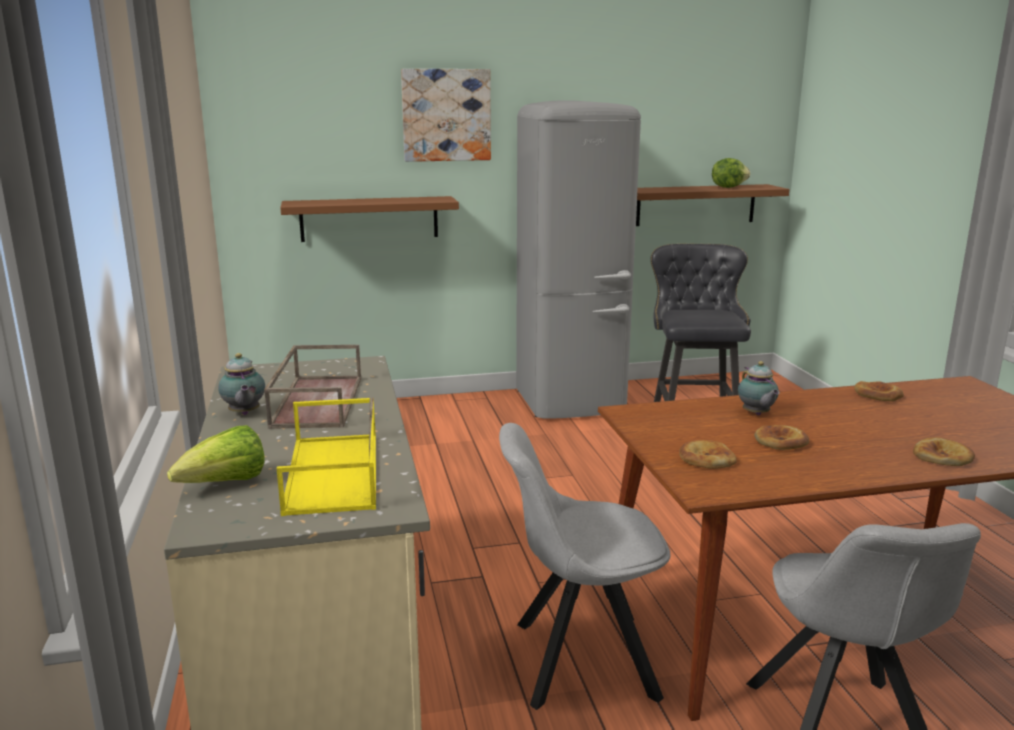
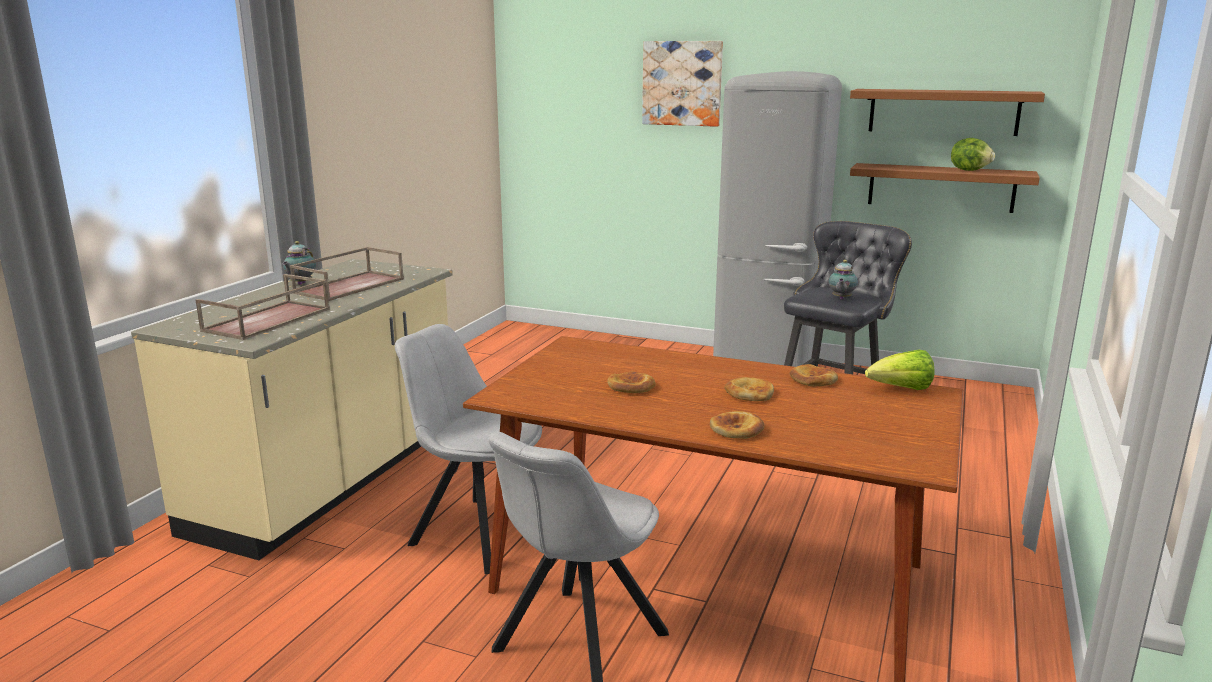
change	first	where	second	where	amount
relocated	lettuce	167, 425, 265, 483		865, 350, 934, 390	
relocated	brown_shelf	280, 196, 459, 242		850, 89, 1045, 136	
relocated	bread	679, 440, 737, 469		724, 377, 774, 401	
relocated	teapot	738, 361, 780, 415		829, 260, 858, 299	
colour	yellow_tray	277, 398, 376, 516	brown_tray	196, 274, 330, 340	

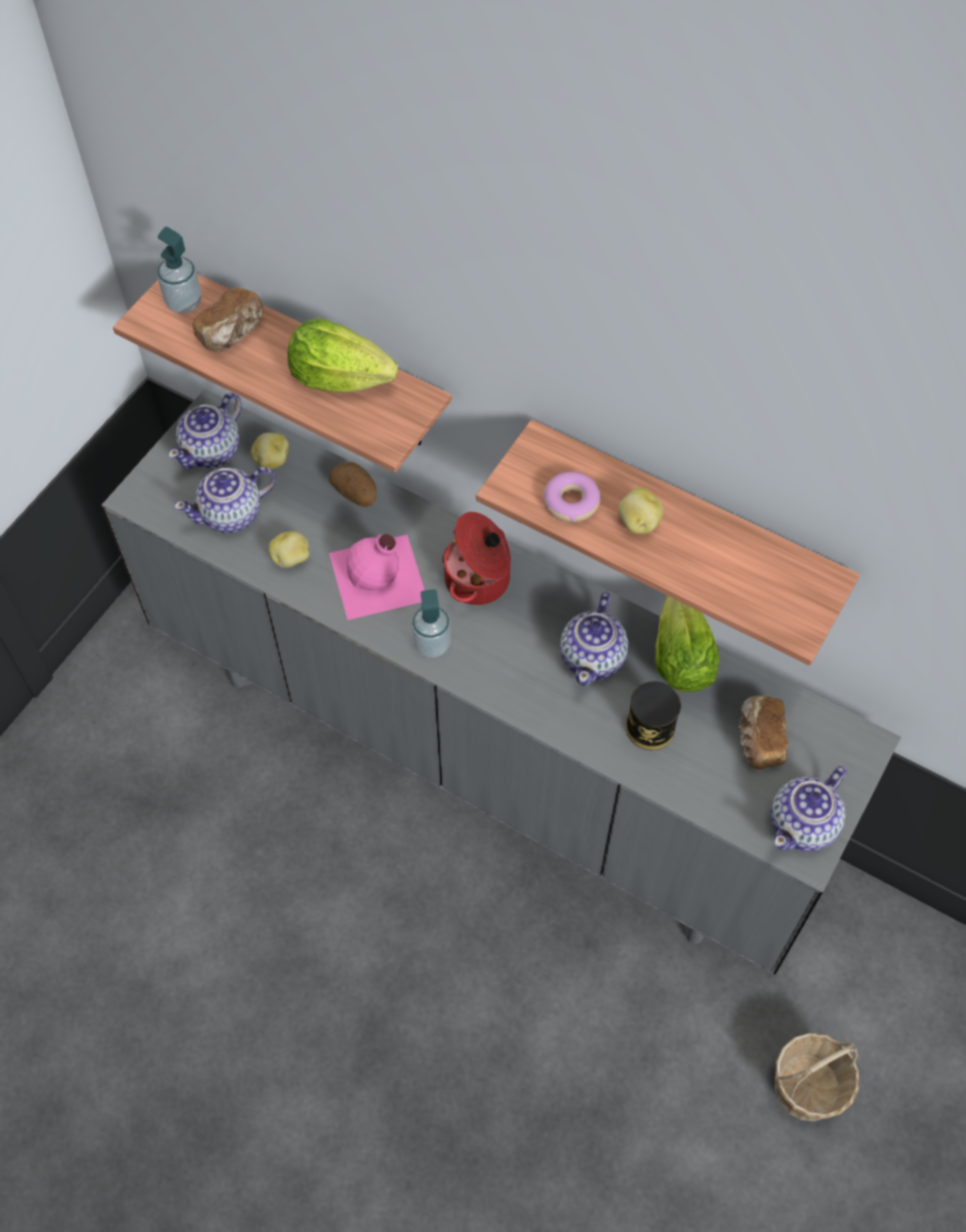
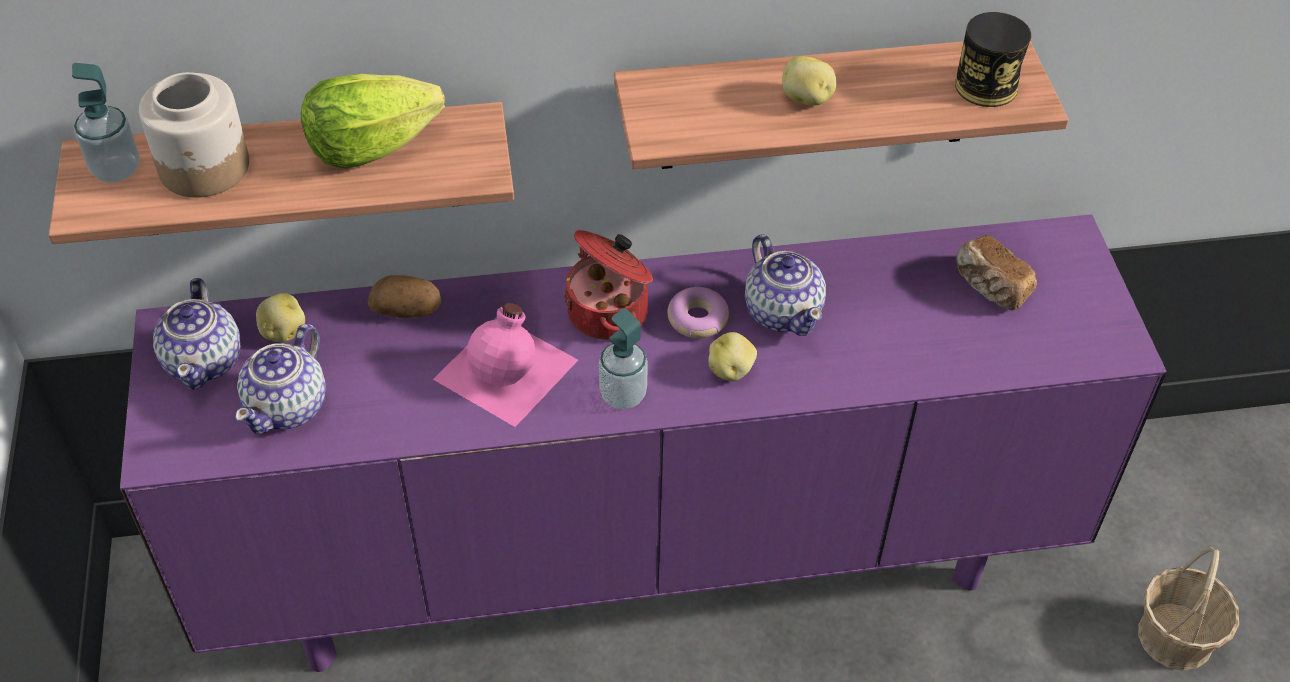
change	first	where	second	where	amount
missing	lettuce	655, 596, 719, 692			
missing	teapot	771, 766, 847, 851			
relocated	potato	269, 531, 310, 568		708, 332, 757, 381	
relocated	donut	543, 472, 601, 522		667, 287, 729, 339	
relocated	can	626, 681, 681, 750		955, 12, 1031, 107	
exchanged	bread	193, 288, 264, 352	jar	139, 72, 249, 198	
colour	grey_cabinet	102, 389, 901, 975	purple_cabinet	120, 214, 1167, 672	

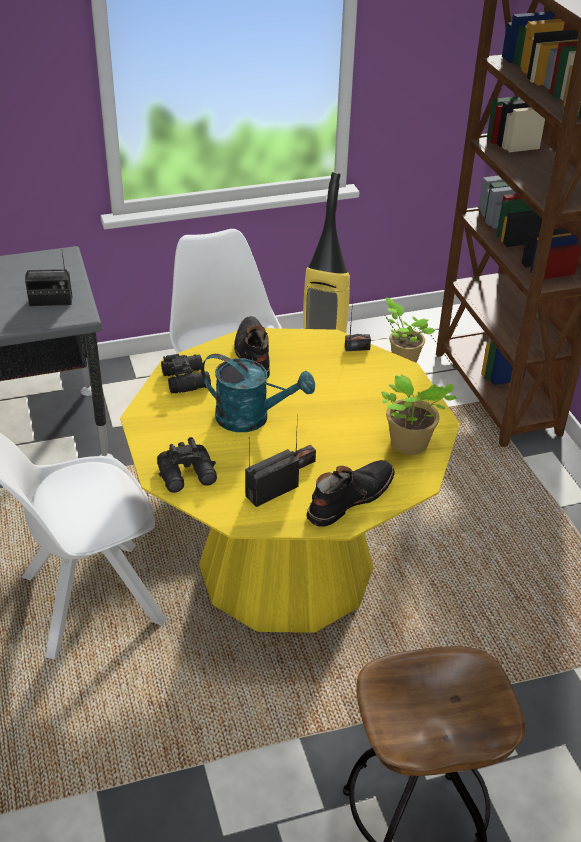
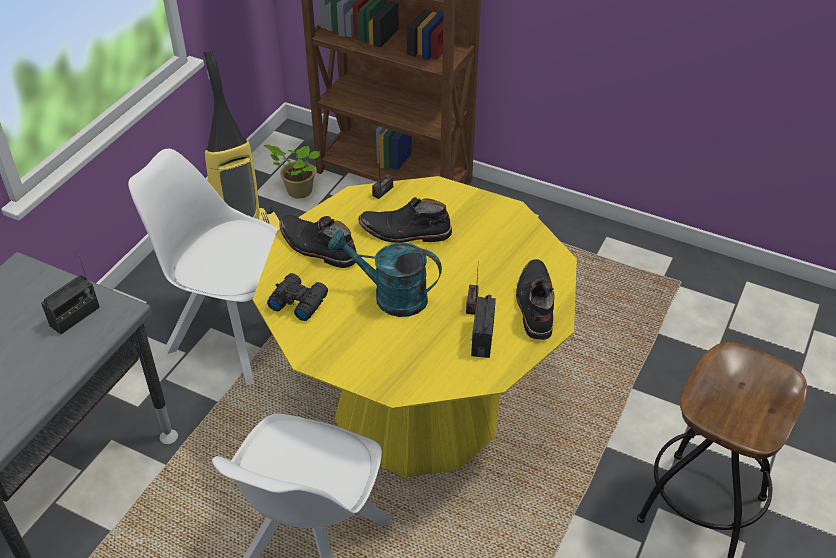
change	first	where	second	where	amount
missing	black_binoculars	157, 437, 217, 493			
missing	potted_plant	381, 374, 457, 455			
appeared			black_boot	358, 197, 452, 243	
spun	turquoise_watering_can	201, 354, 315, 432		328, 230, 442, 317	135 degrees counterclockwise

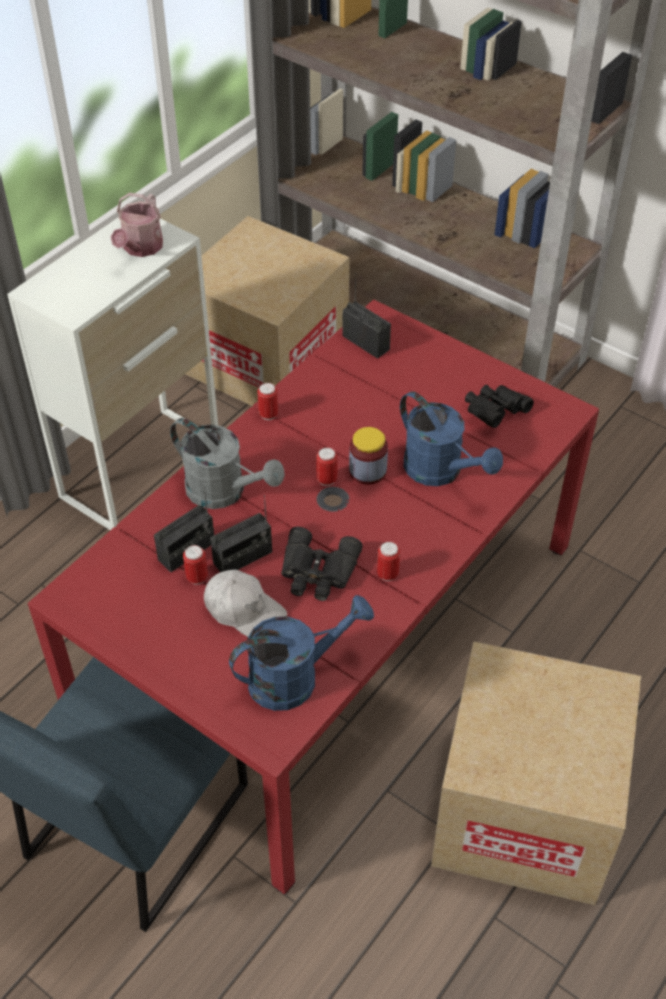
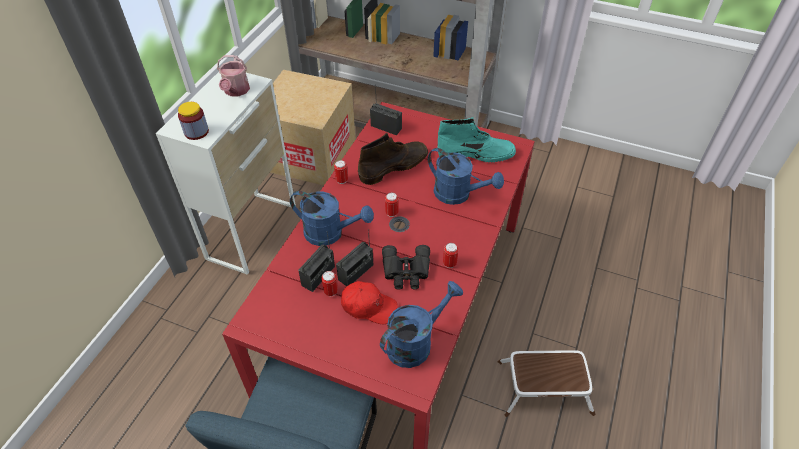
change	first	where	second	where	amount
appeared			brown_boot	358, 133, 428, 185	
relocated	jar	349, 427, 388, 485		178, 102, 209, 140	
exchanged	cardboard_box	431, 641, 641, 905	brown_step_ladder	497, 350, 595, 417	
exchanged	black_binoculars	465, 385, 534, 428	turquoise_boot	437, 117, 516, 163	
colour	grey_watering_can	170, 418, 285, 509	blue_watering_can	290, 191, 374, 246	
colour	white_cap	204, 570, 287, 637	red_cap	341, 281, 398, 324	

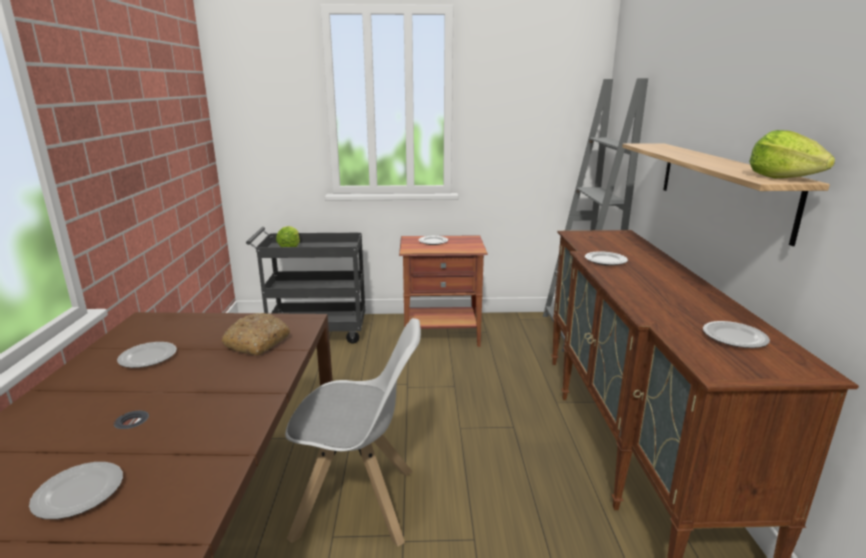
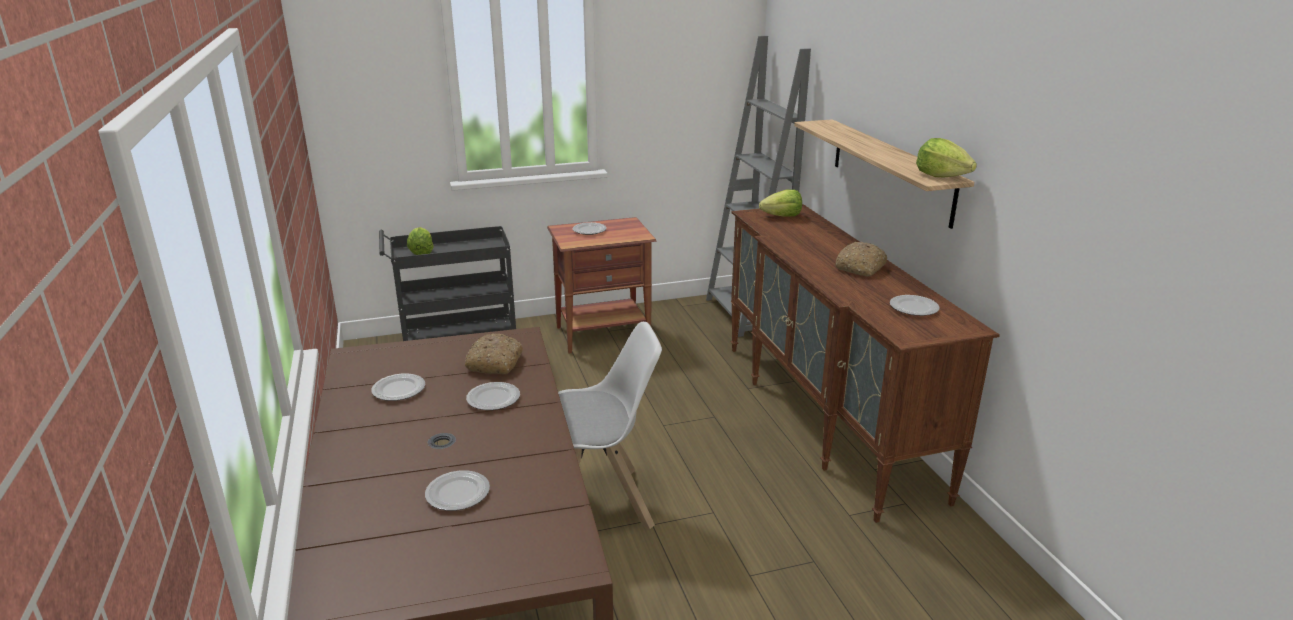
change	first	where	second	where	amount
appeared			lettuce	759, 189, 802, 217	
appeared			bread	835, 242, 887, 276	
relocated	plate	585, 251, 628, 266		466, 382, 520, 410	

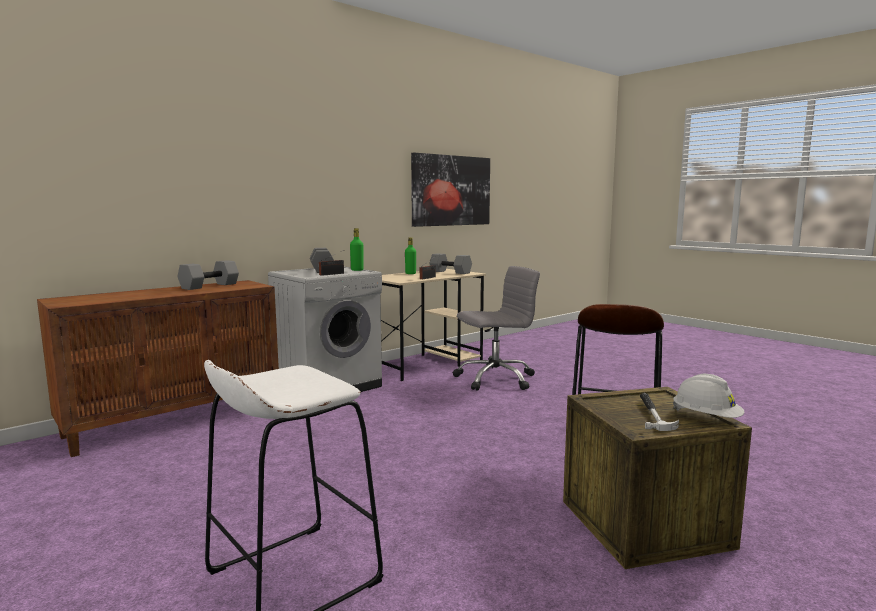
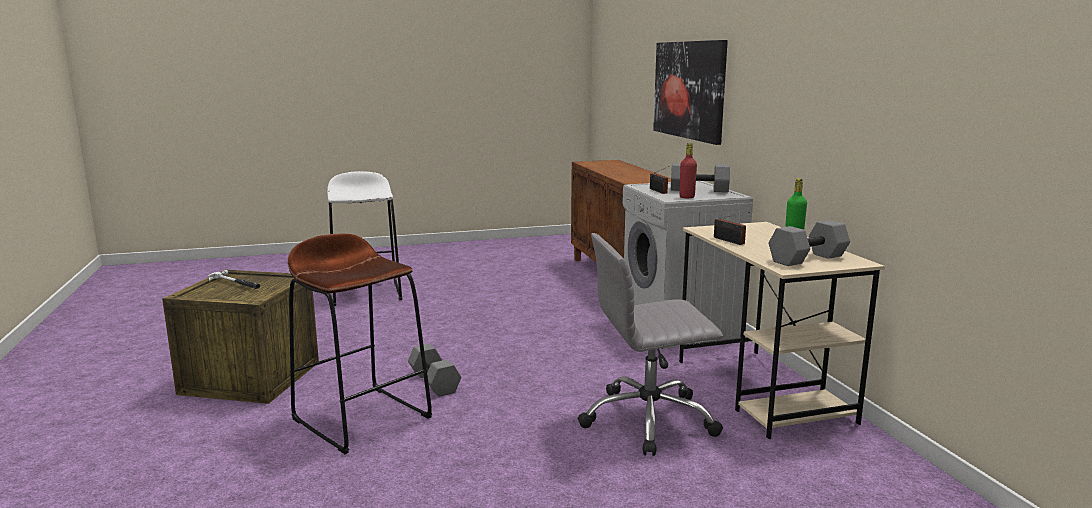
change	first	where	second	where	amount
missing	white_hard_hat	673, 374, 745, 418			
relocated	grey_dumbbell	177, 260, 239, 290		408, 343, 461, 397	
relocated	picture	411, 153, 490, 227		653, 40, 728, 145	
colour	green_bottle	350, 228, 364, 271	red_bottle	679, 143, 697, 198	
spun	grey_office_chair	453, 266, 540, 391		577, 233, 723, 456	75 degrees clockwise

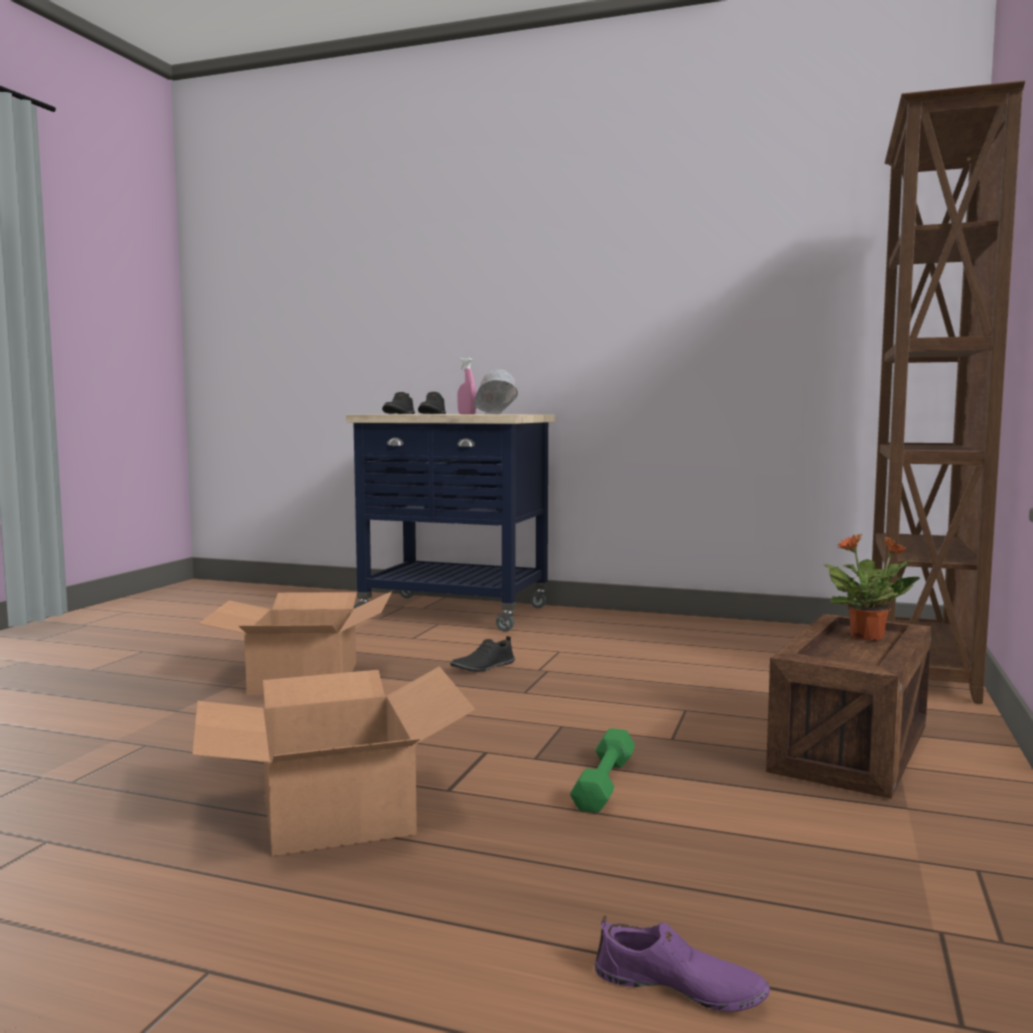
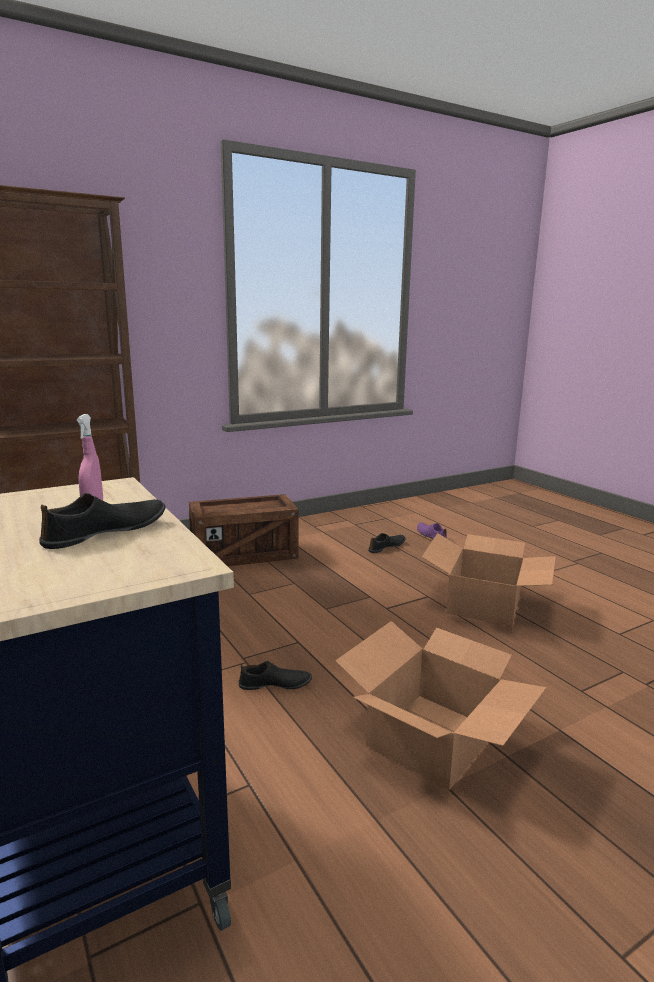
change	first	where	second	where	amount
missing	white_hard_hat	474, 369, 518, 414			
missing	green_dumbbell	570, 728, 635, 813			
missing	potted_plant	824, 533, 920, 641			
relocated	black_shoe	382, 392, 415, 414		368, 533, 406, 553	

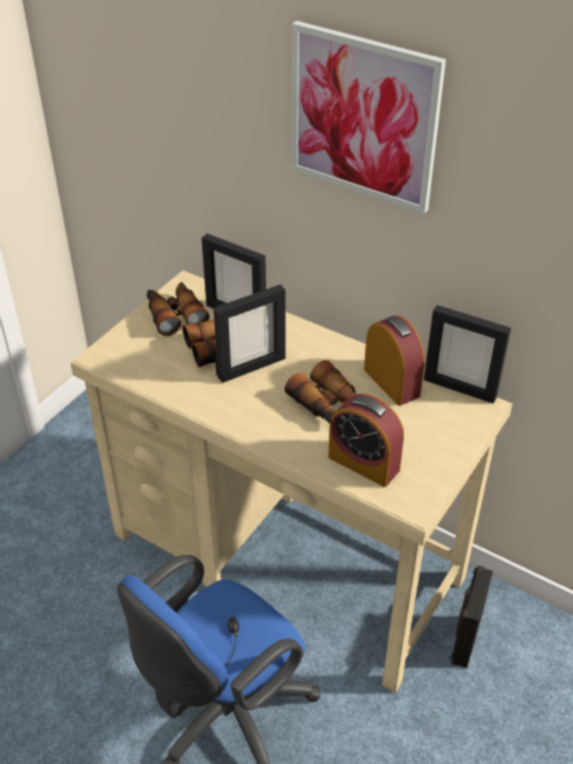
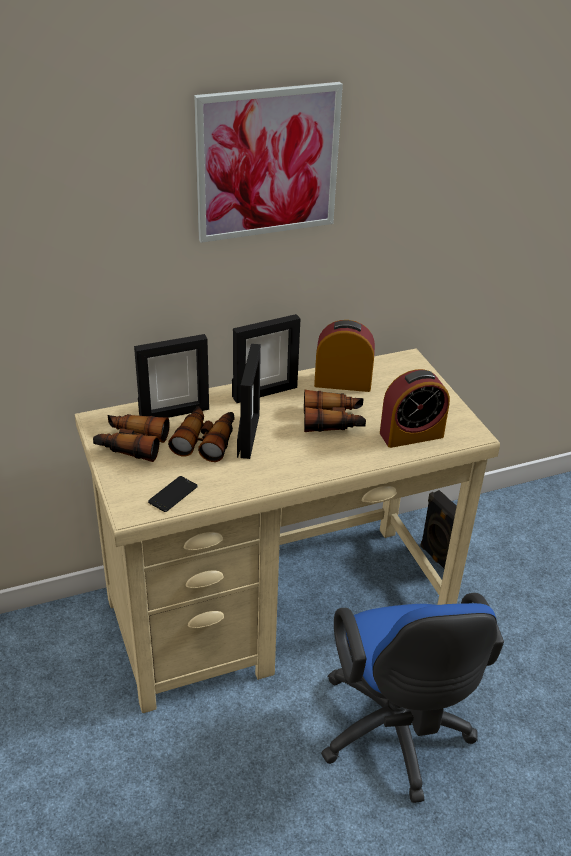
change	first	where	second	where	amount
appeared			phone	148, 476, 198, 512	
relocated	picture_frame	424, 305, 511, 404		232, 314, 301, 403	

